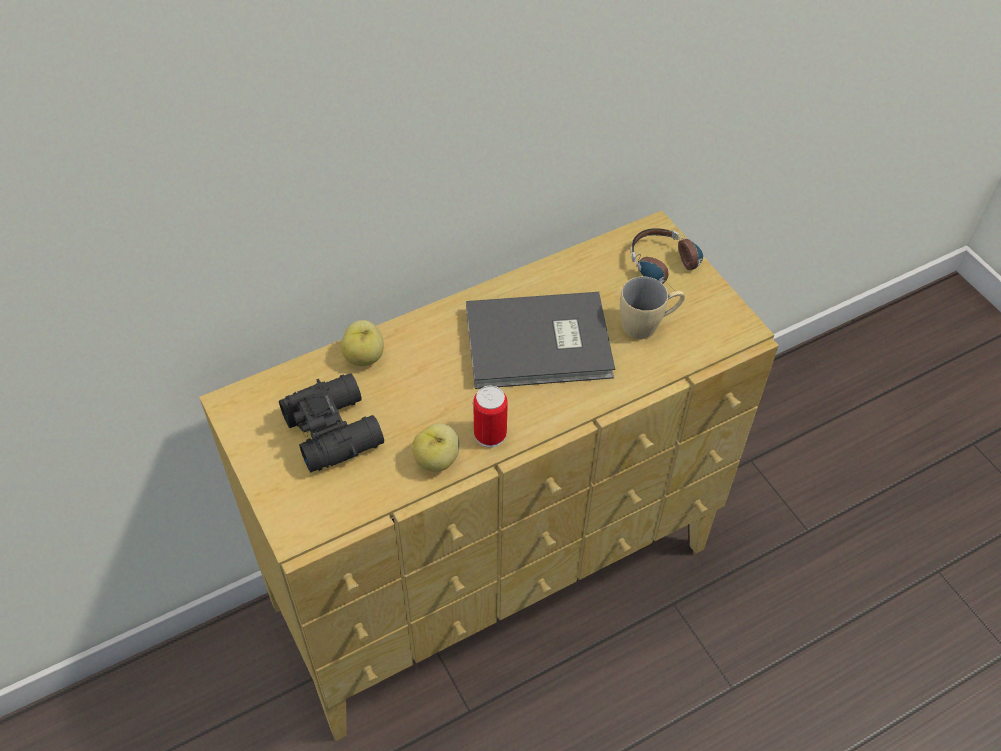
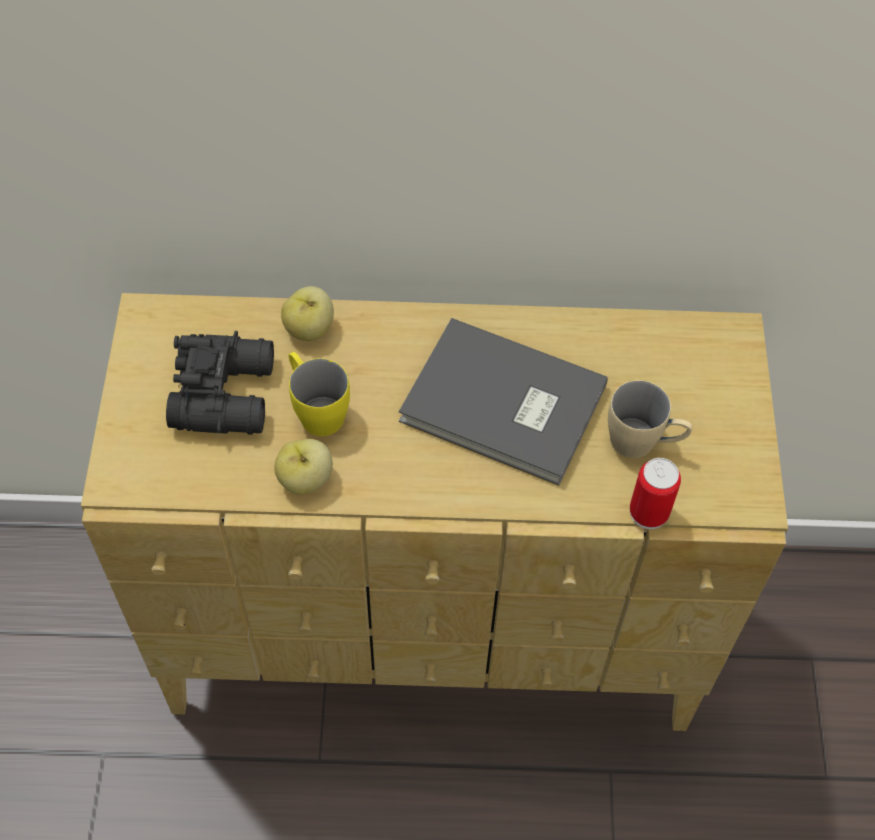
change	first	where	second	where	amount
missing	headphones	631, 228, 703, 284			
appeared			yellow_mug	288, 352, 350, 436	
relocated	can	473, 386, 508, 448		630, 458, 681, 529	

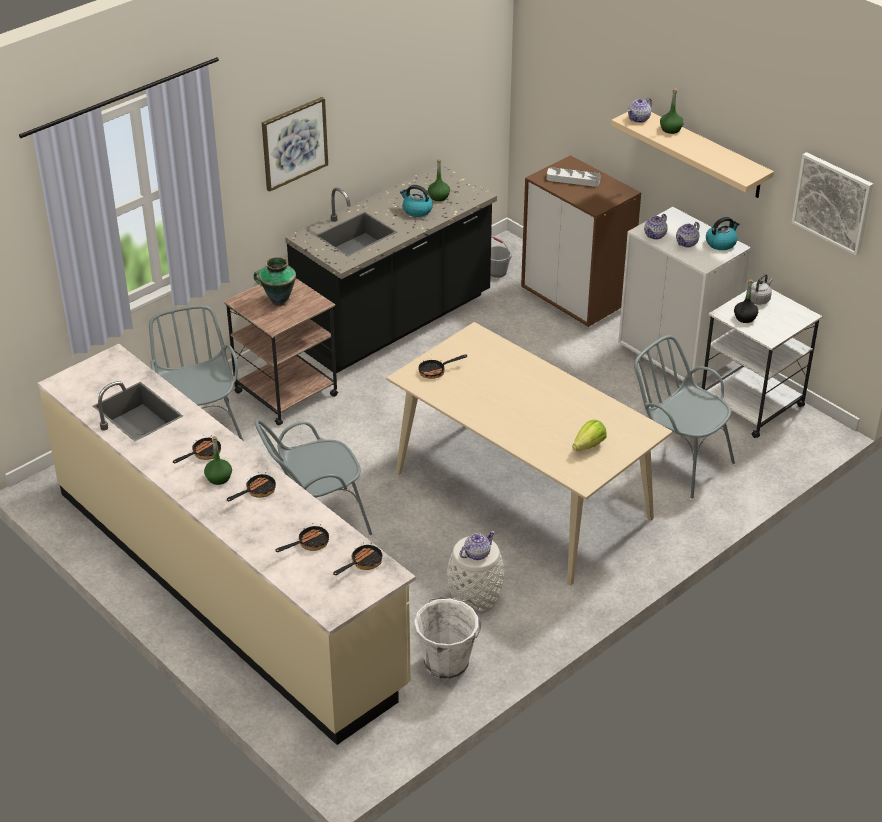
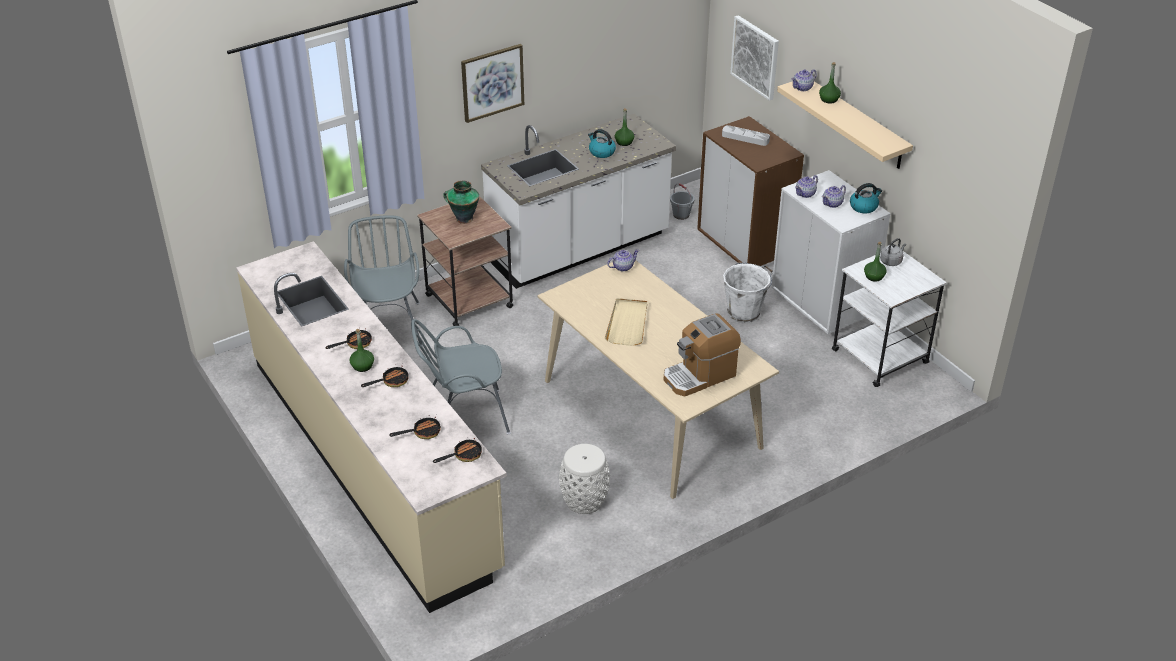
change	first	where	second	where	amount
missing	frying_pan	418, 354, 467, 379			
missing	grey_chair	634, 335, 736, 501			
appeared			beige_tray	605, 298, 647, 346	
relocated	white_bucket	414, 597, 481, 680		723, 263, 773, 323	
relocated	teapot	460, 530, 495, 560		607, 249, 639, 271	
relocated	picture	792, 152, 873, 256		730, 15, 779, 101	
exchanged	lettuce	573, 420, 607, 451	coffee_machine	663, 314, 741, 396	
colour	black_counter	285, 164, 497, 373	white_counter	481, 114, 676, 289	
colour	black_bottle	734, 279, 758, 323	green_bottle	864, 242, 887, 282	

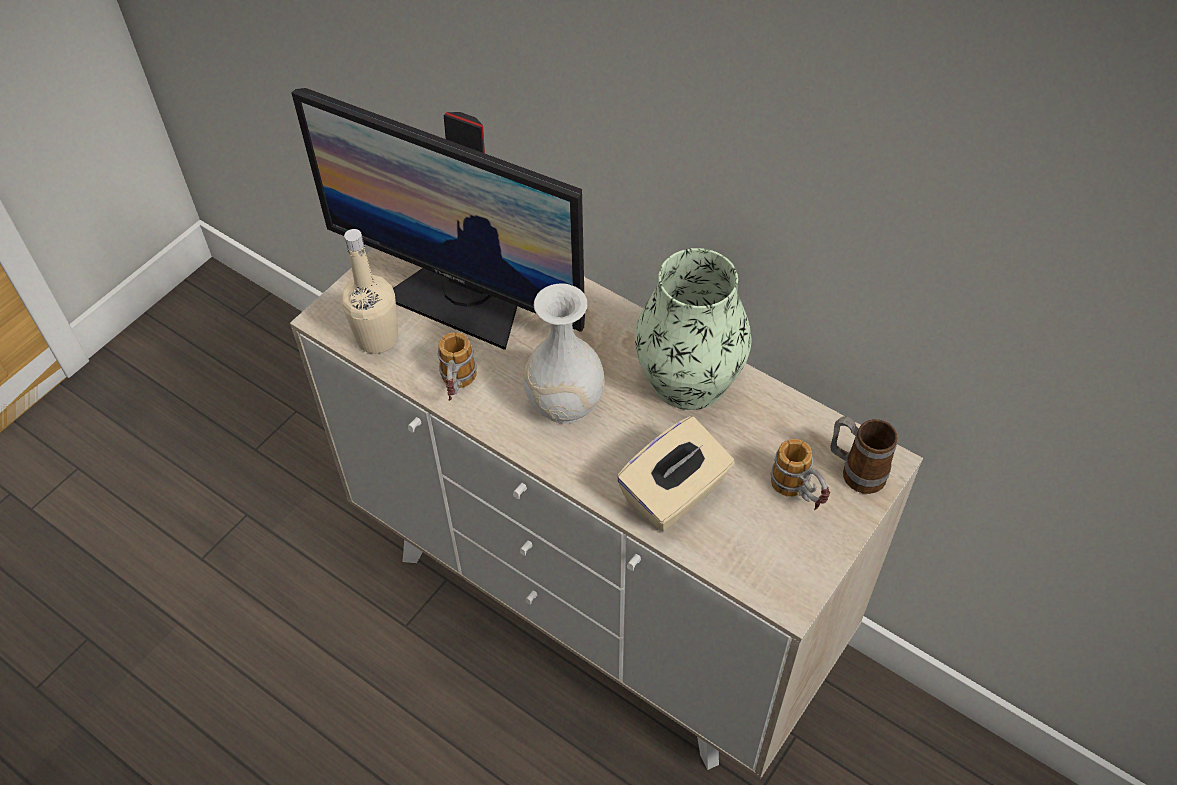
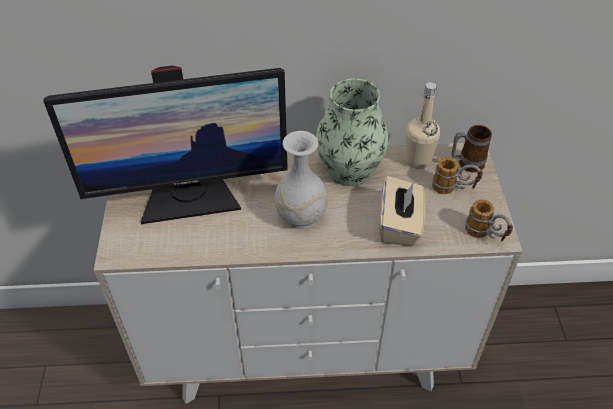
change	first	where	second	where	amount
relocated	beige_bottle	341, 229, 398, 354		405, 82, 440, 169	
relocated	mug	438, 332, 477, 401		465, 199, 513, 242	

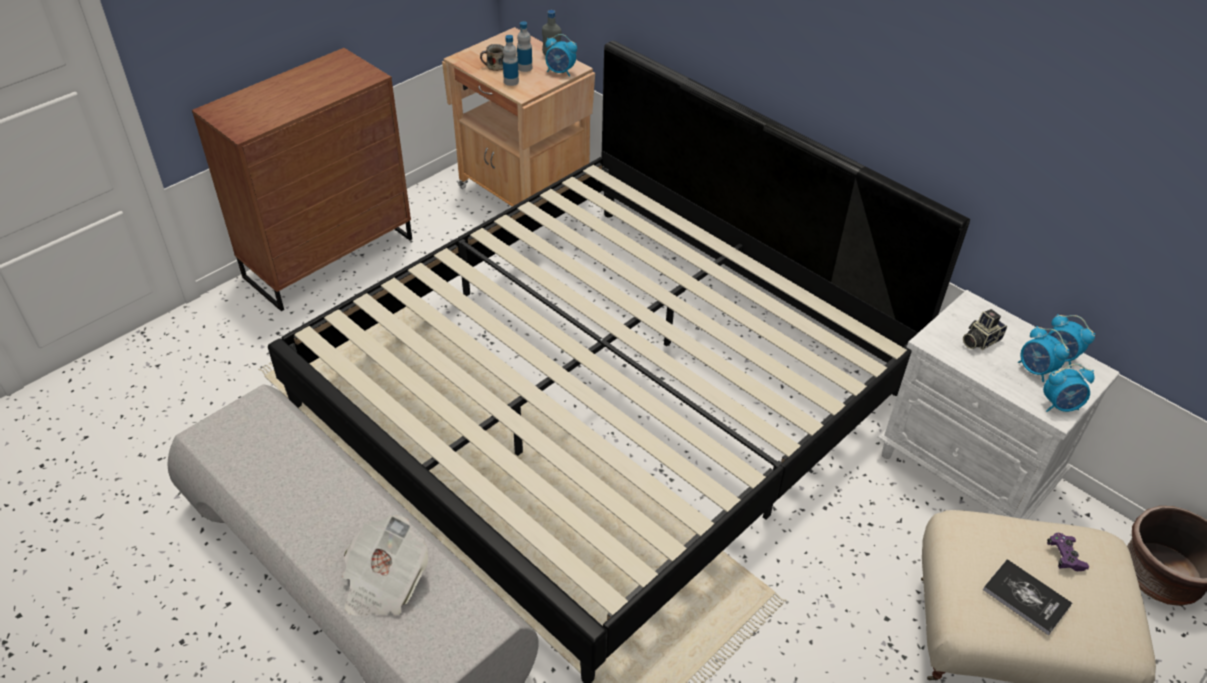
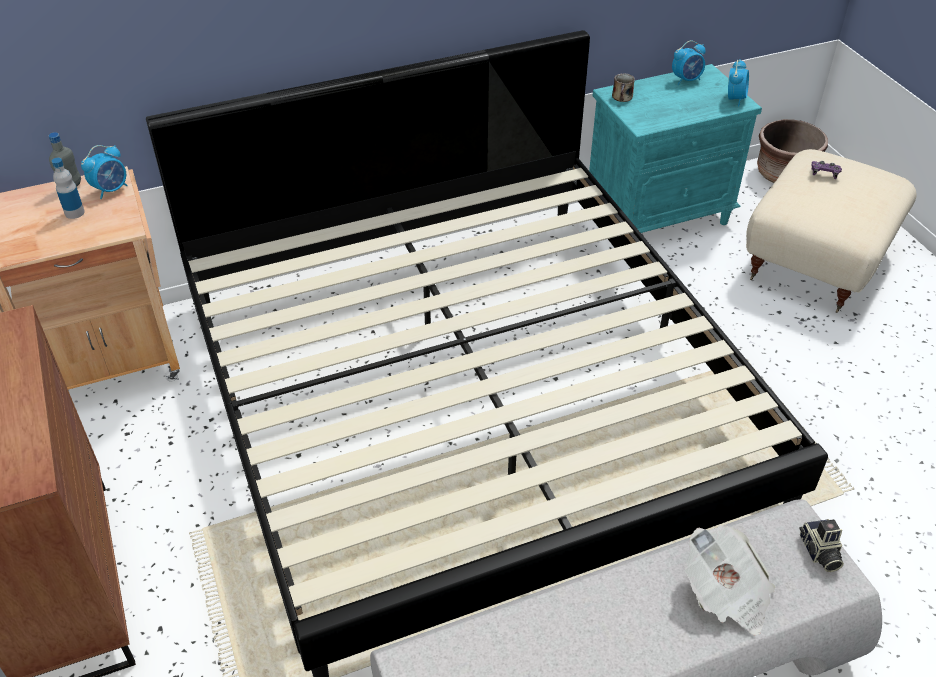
change	first	where	second	where	amount
missing	bottle	503, 35, 519, 86			
missing	book	983, 559, 1072, 636			
missing	alarm_clock	1018, 326, 1070, 382			
relocated	mug	480, 44, 504, 71		612, 73, 635, 102	
relocated	photo_camera	963, 309, 1007, 350		799, 519, 844, 572	
colour	white_nightstand	878, 290, 1120, 520	turquoise_nightstand	589, 64, 762, 233	

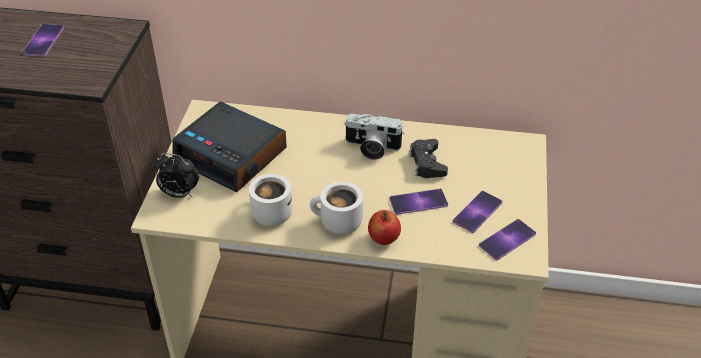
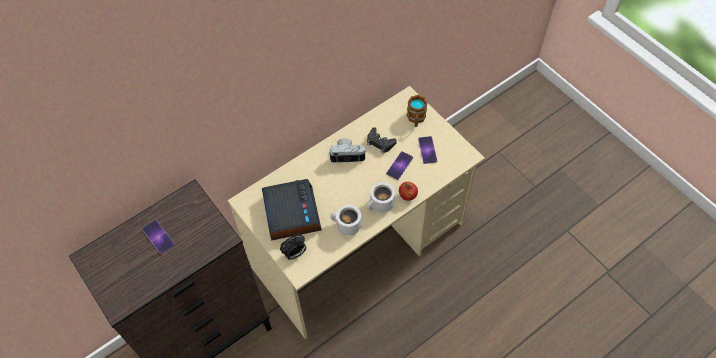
change	first	where	second	where	amount
missing	phone	479, 219, 536, 260			
appeared			mug	407, 95, 428, 127	
spun	alarm_clock	173, 102, 287, 193		262, 179, 322, 241	90 degrees counterclockwise
spun	photo_camera	344, 114, 404, 160		329, 139, 367, 163	150 degrees counterclockwise

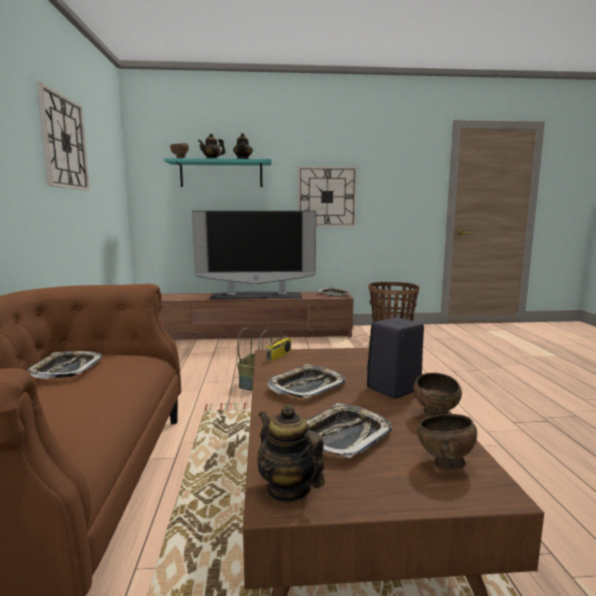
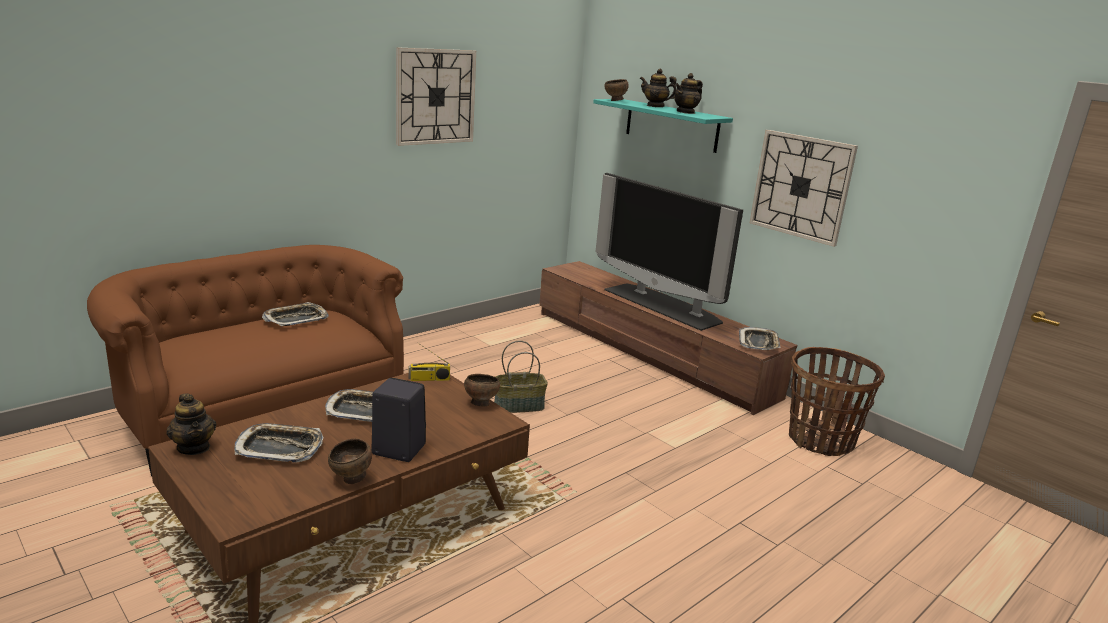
change	first	where	second	where	amount
relocated	brown_bowl	417, 414, 477, 470		464, 374, 500, 406	
spun	teapot	257, 404, 325, 503		166, 393, 216, 455	135 degrees clockwise

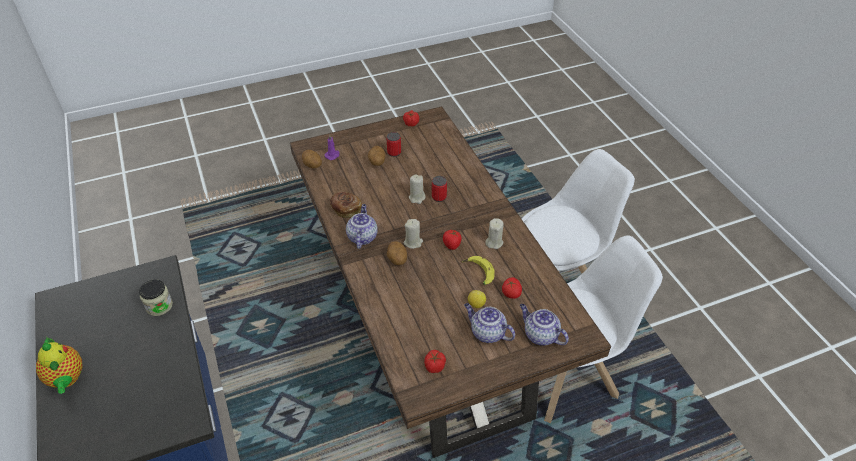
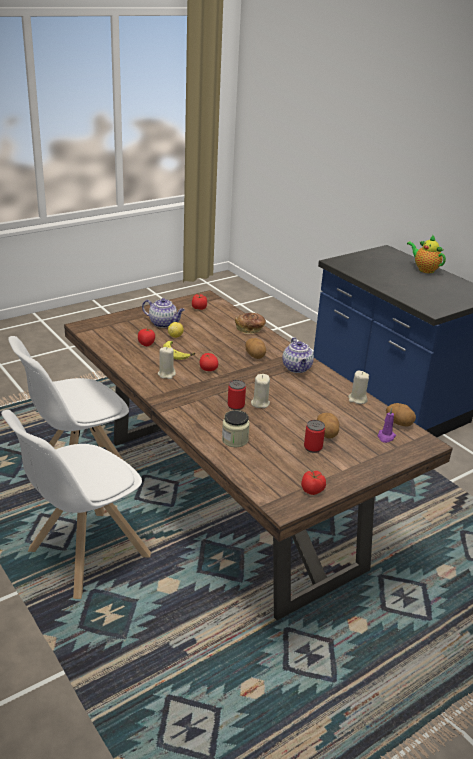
change	first	where	second	where	amount
missing	teapot	520, 304, 569, 346			
relocated	jar	139, 279, 173, 316		222, 410, 250, 447	
relocated	bread	330, 192, 362, 218		235, 313, 266, 334	
relocated	beige_candle	404, 219, 423, 249		348, 370, 369, 404	

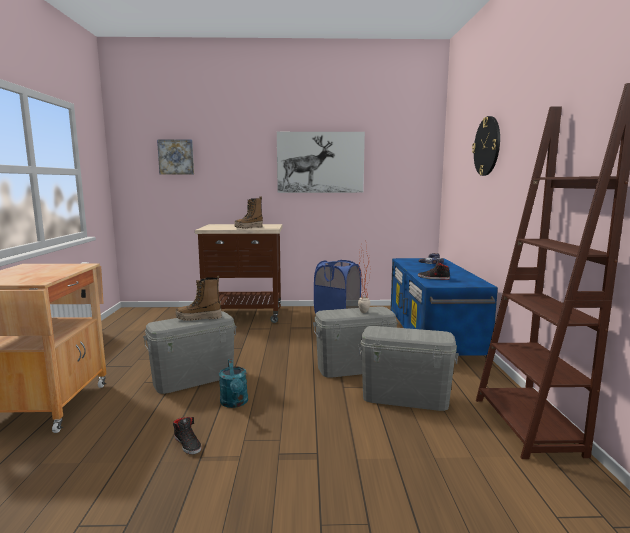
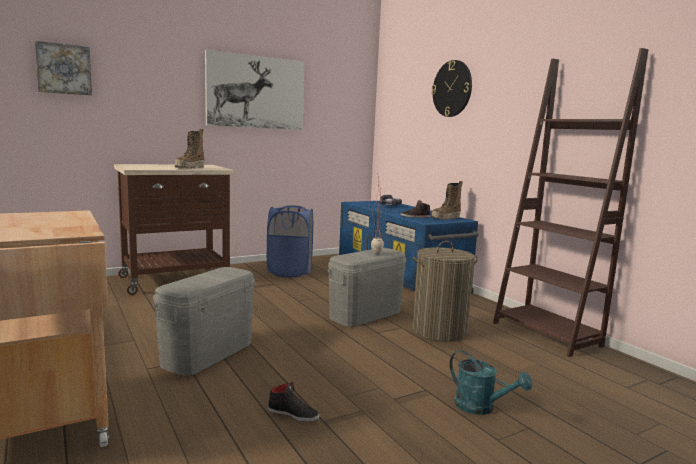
change	first	where	second	where	amount
relocated	boot	176, 276, 222, 321		432, 181, 463, 220	
relocated	turquoise_watering_can	219, 359, 248, 408		449, 350, 532, 415	
exchanged	grey_storage_box	358, 326, 459, 411	laundry_basket	412, 241, 478, 342	

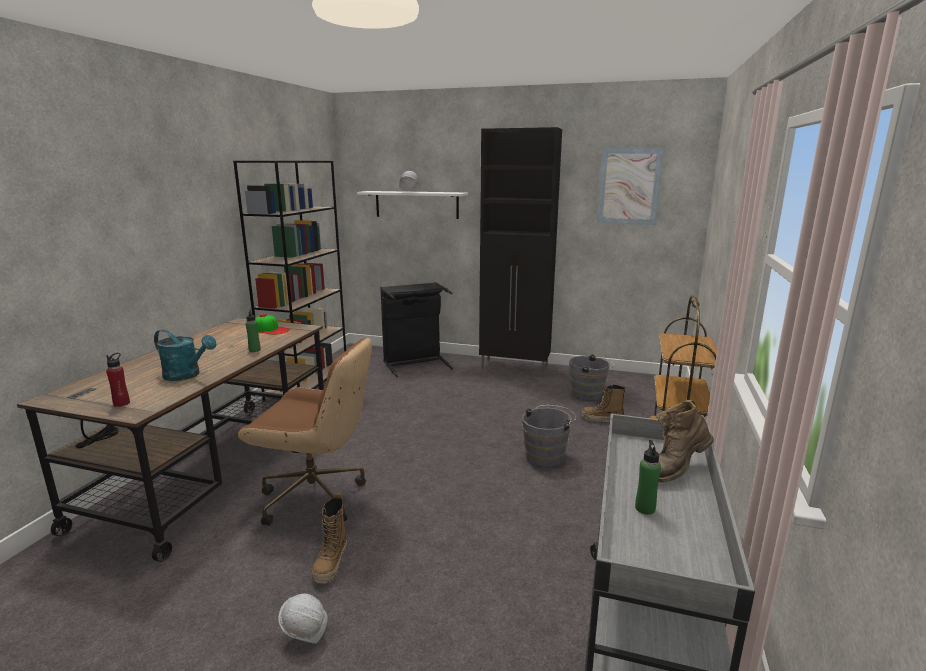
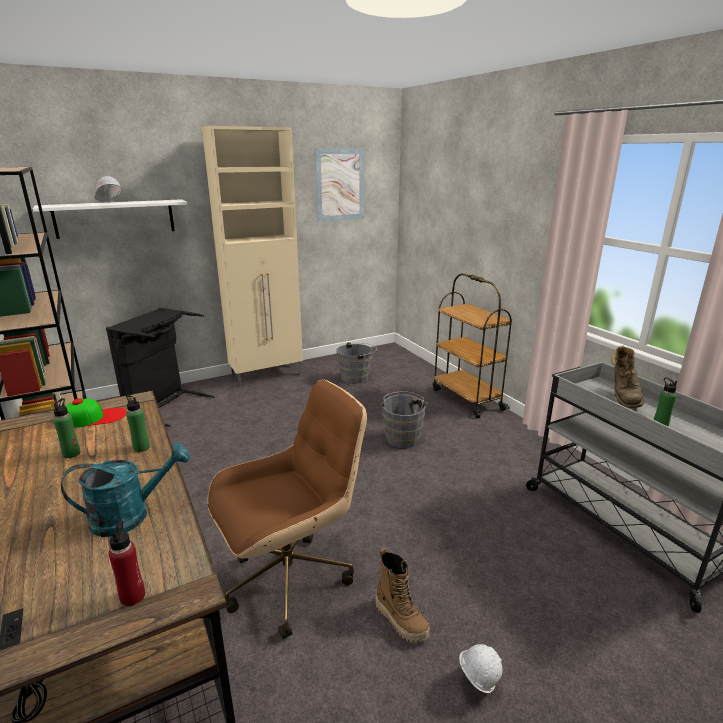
change	first	where	second	where	amount
missing	boot	581, 385, 626, 423			
appeared			green_bottle	53, 398, 80, 458	
colour	black_cabinet	479, 127, 562, 375	beige_cabinet	202, 126, 303, 387	

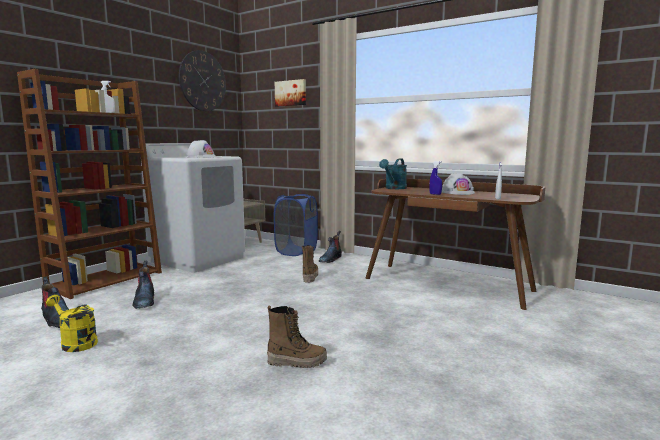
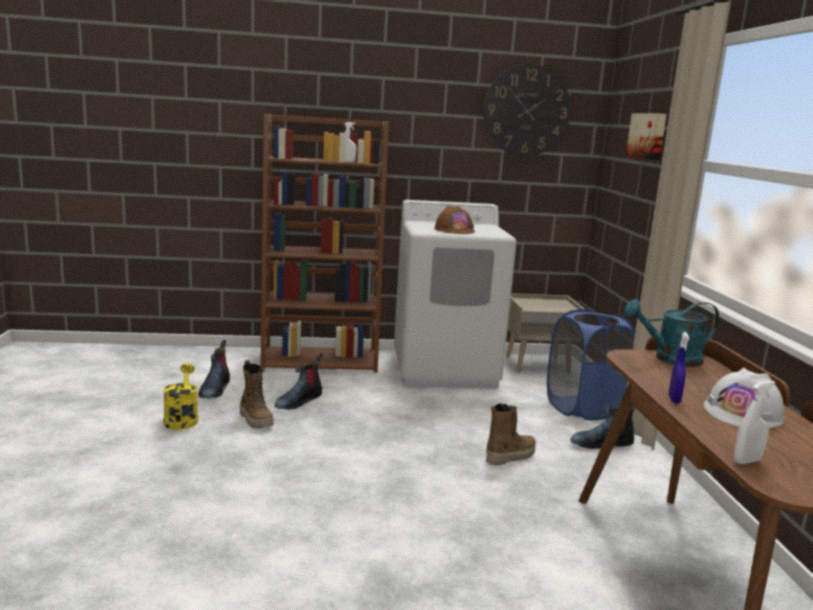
change	first	where	second	where	amount
relocated	boot	267, 305, 327, 368		240, 360, 274, 429	
colour	white_hard_hat	186, 140, 217, 157	brown_hard_hat	434, 206, 475, 234	

